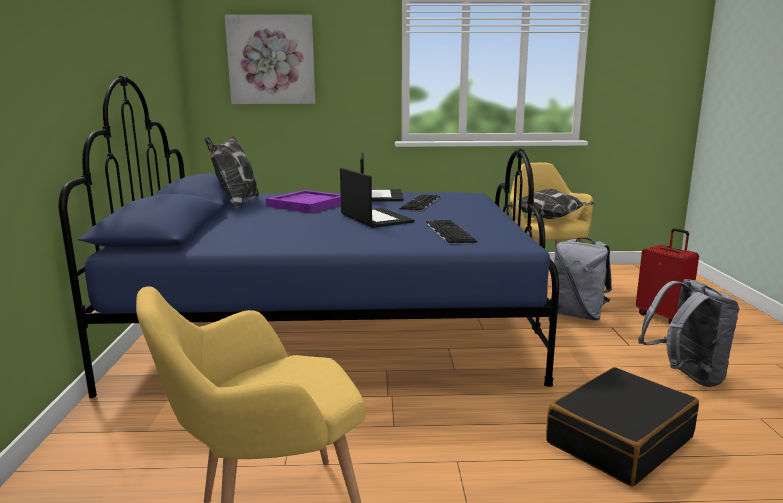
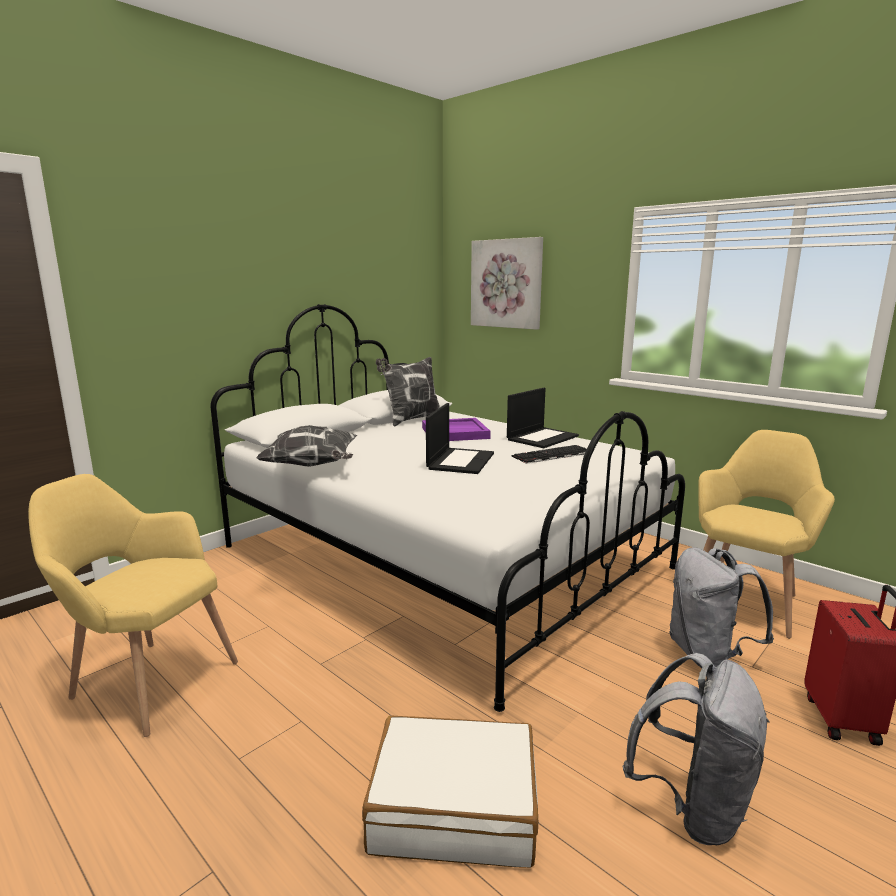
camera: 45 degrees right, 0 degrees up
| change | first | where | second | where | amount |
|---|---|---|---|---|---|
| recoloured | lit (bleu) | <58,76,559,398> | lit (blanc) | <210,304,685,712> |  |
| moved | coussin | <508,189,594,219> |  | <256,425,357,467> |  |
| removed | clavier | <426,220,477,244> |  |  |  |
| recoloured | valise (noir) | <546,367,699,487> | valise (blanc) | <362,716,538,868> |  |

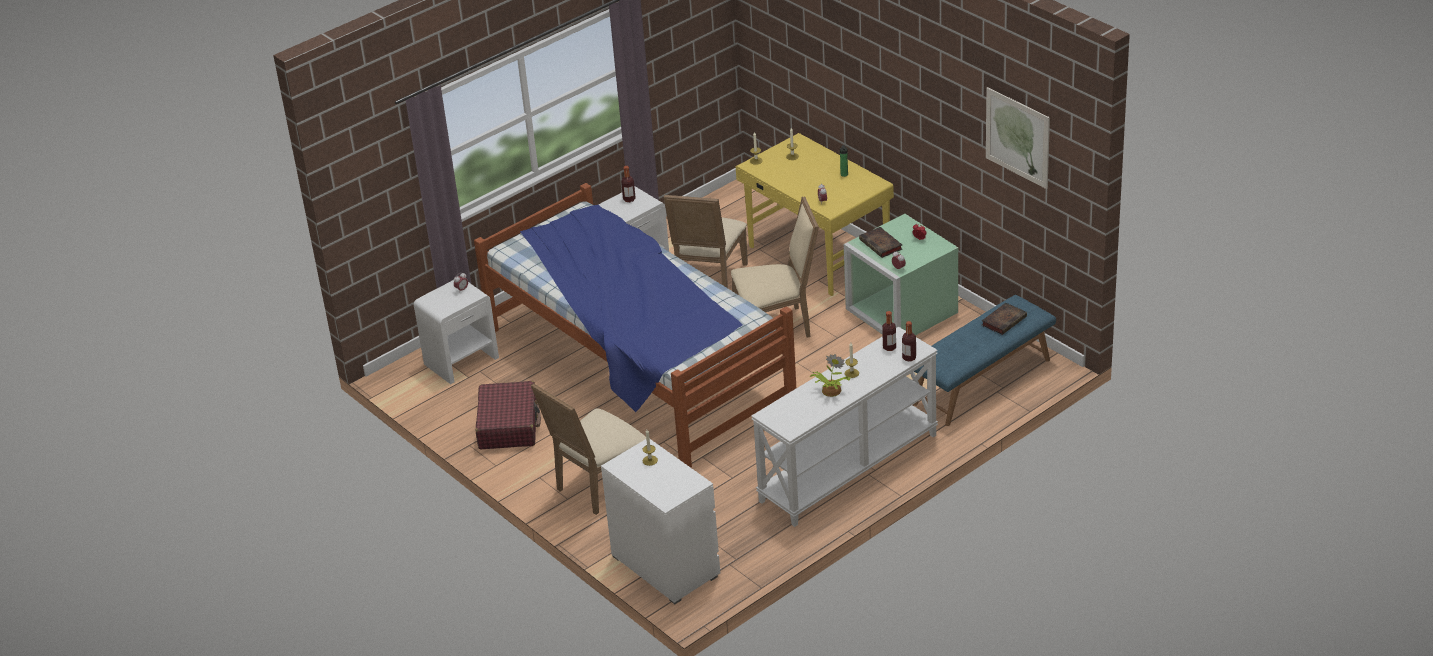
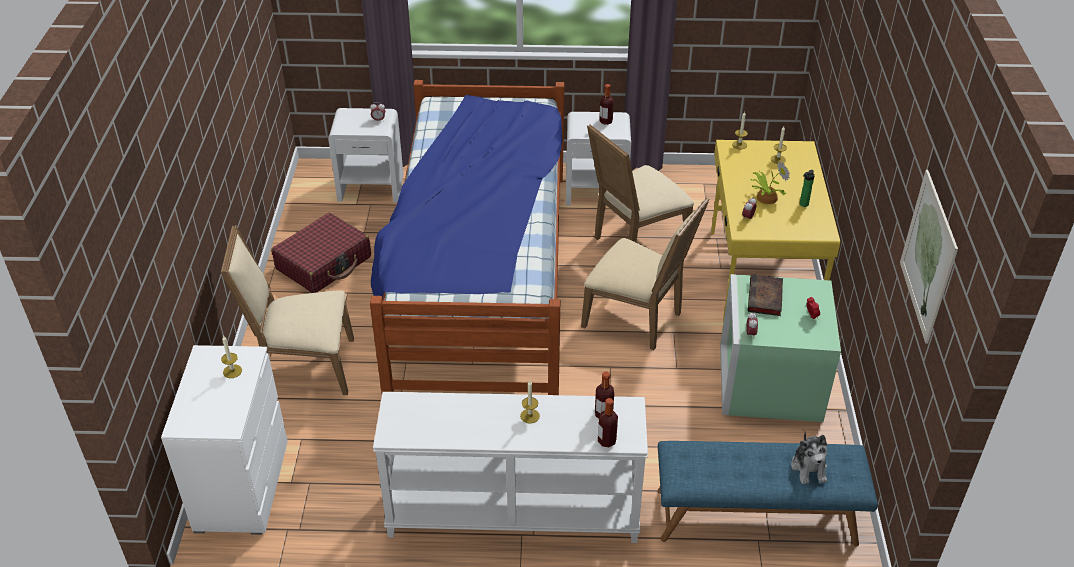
camera: 40 degrees right, 5 degrees up
| change | first | where | second | where | amount |
|---|---|---|---|---|---|
| replaced | livre | <982,303,1027,335> | peluche | <791,431,827,484> |  |
| moved | plante en pot | <810,354,851,397> |  | <750,161,790,204> |  |

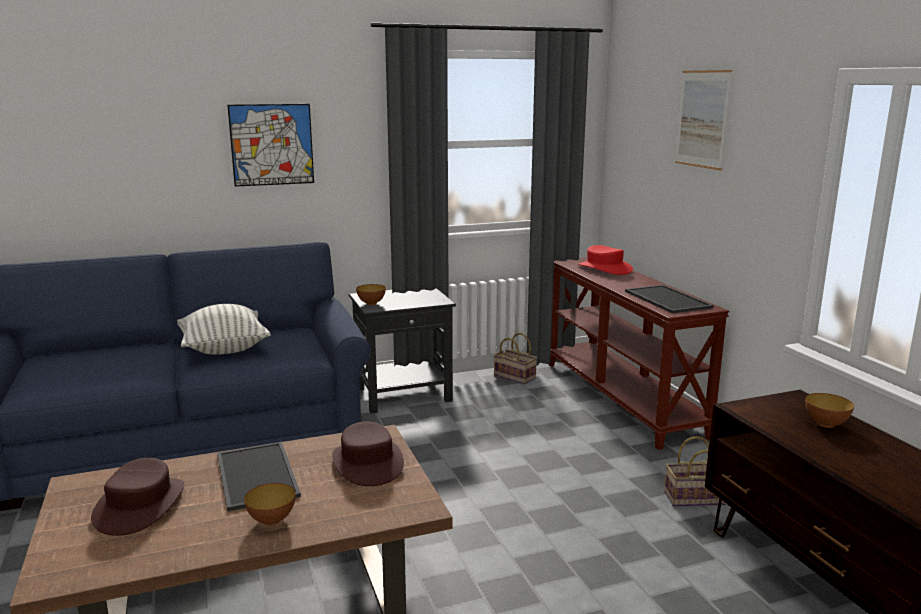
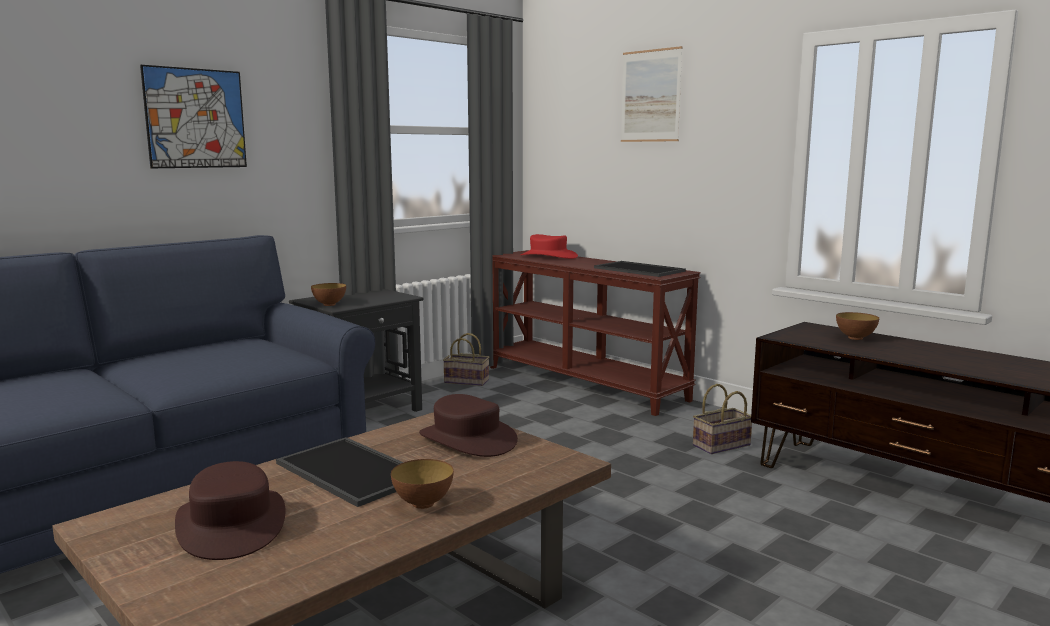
camera: 25 degrees left, 5 degrees down
| change | first | where | second | where | amount |
|---|---|---|---|---|---|
| removed | coussin | <177,304,270,355> |  |  |  |

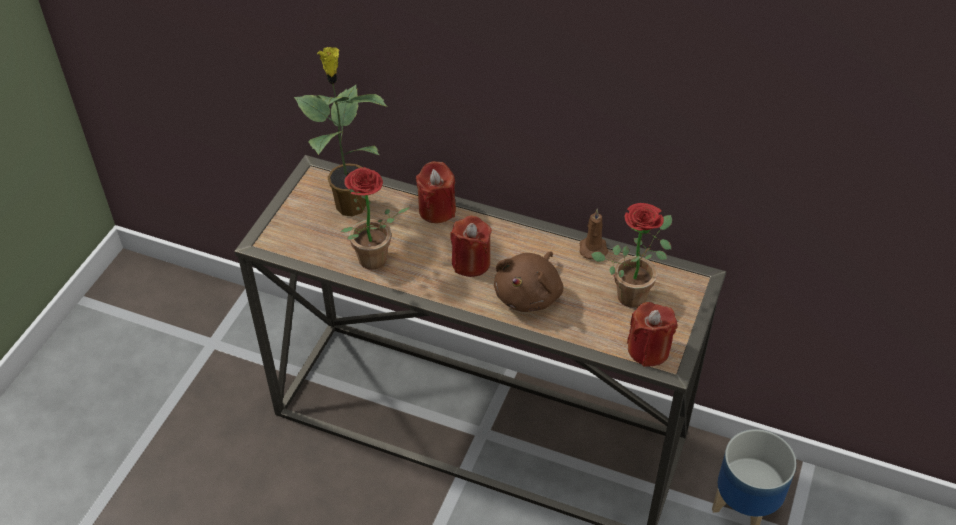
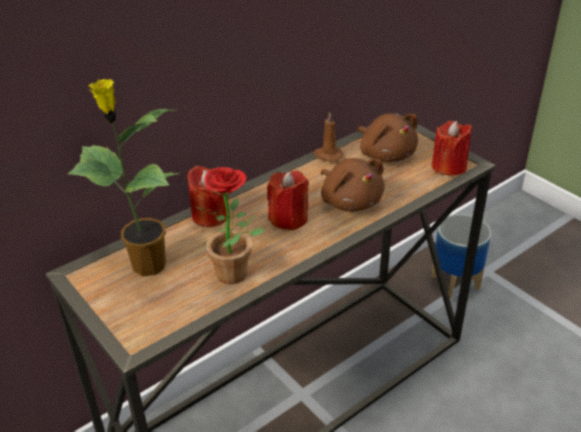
camera: 60 degrees left, 10 degrees down
| change | first | where | second | where | amount |
|---|---|---|---|---|---|
| replaced | plante en pot | <591,203,672,308> | peluche (marron) | <357,114,418,162> |  |

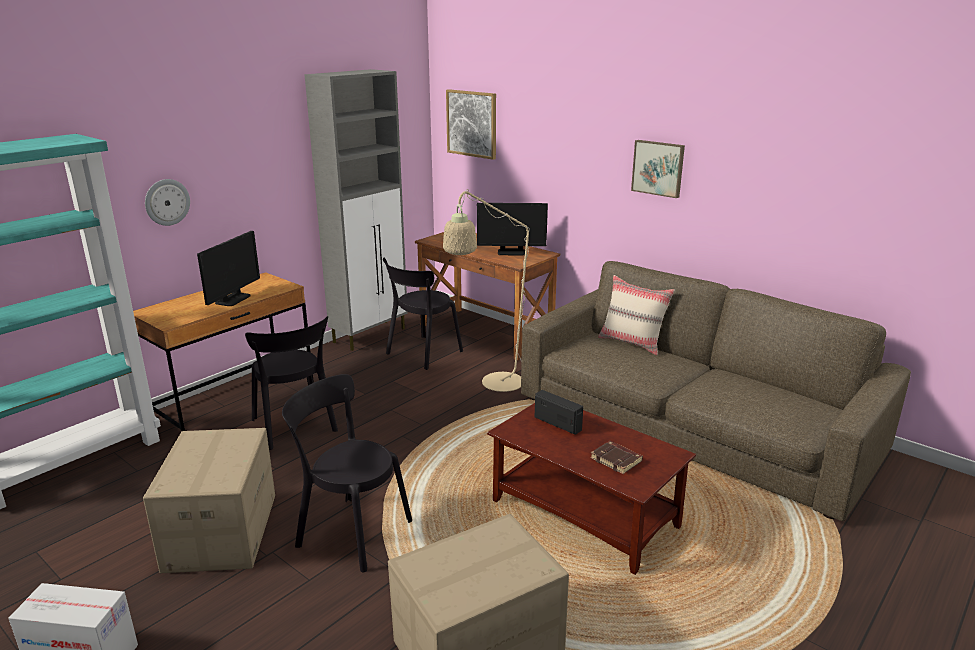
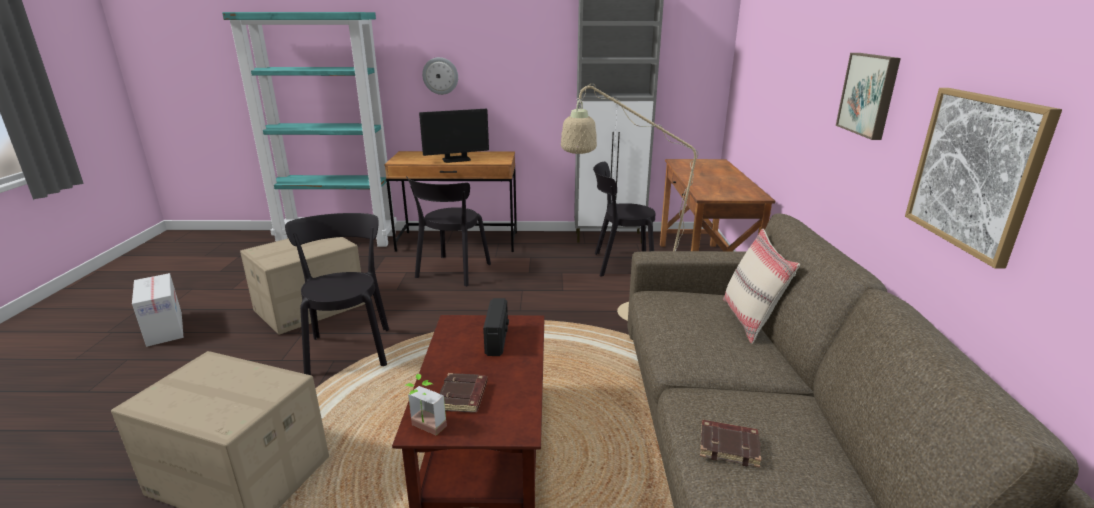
camera: 50 degrees right, 0 degrees up
| change | first | where | second | where | amount |
|---|---|---|---|---|---|
| moved | tableau | <446,89,496,160> |  | <905,88,1062,269> |  |
| removed | écran d'ordinateur | <477,203,548,255> |  |  |  |
| added |  |  | plante en pot | <405,374,447,436> |  |
| added |  |  | livre (marron) | <700,420,761,468> |  |

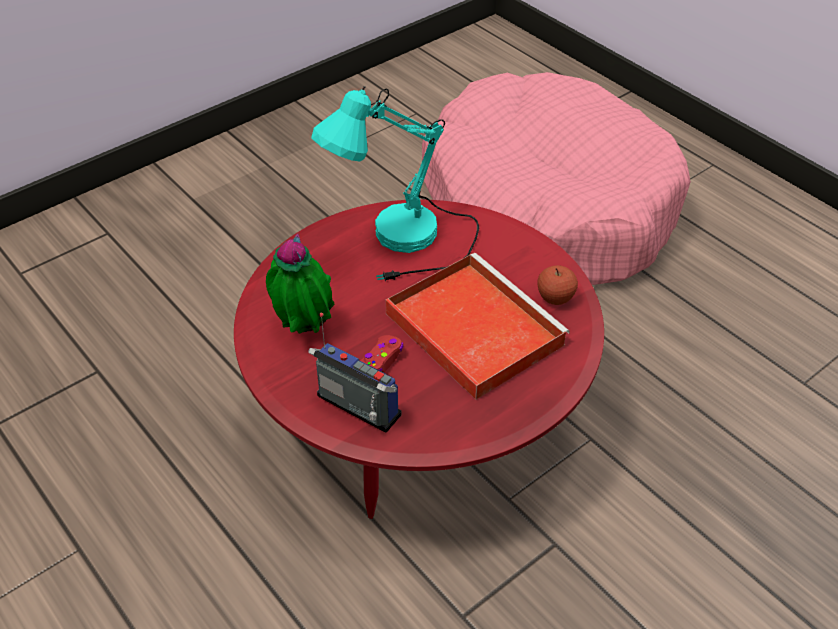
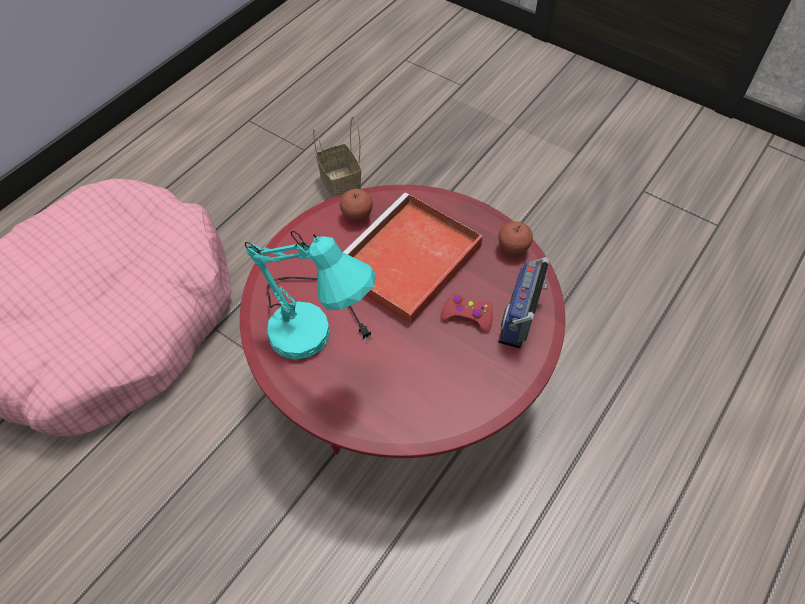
camera: 105 degrees left, 10 degrees up
| change | first | where | second | where | amount |
|---|---|---|---|---|---|
| removed | plante en pot | <266,234,334,333> |  |  |  |
| added |  |  | panier | <313,116,361,198> |  |
| added |  |  | pomme | <499,221,533,255> |  |

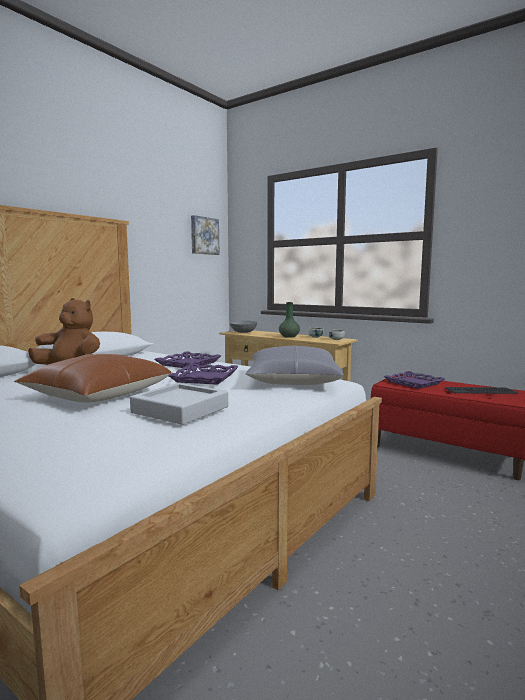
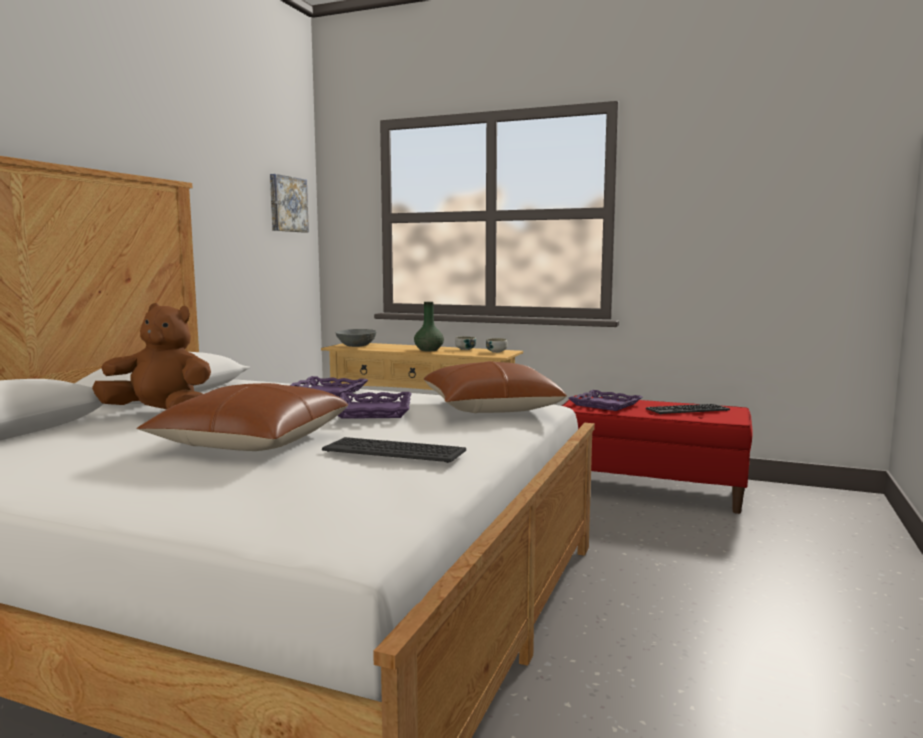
camera: 15 degrees left, 0 degrees up
| change | first | where | second | where | amount |
|---|---|---|---|---|---|
| recoloured | coussin (gris) | <245,345,344,385> | coussin (marron) | <424,361,567,413> |  |
| replaced | plateau (gris) | <130,383,228,425> | clavier | <322,437,466,463> |  |

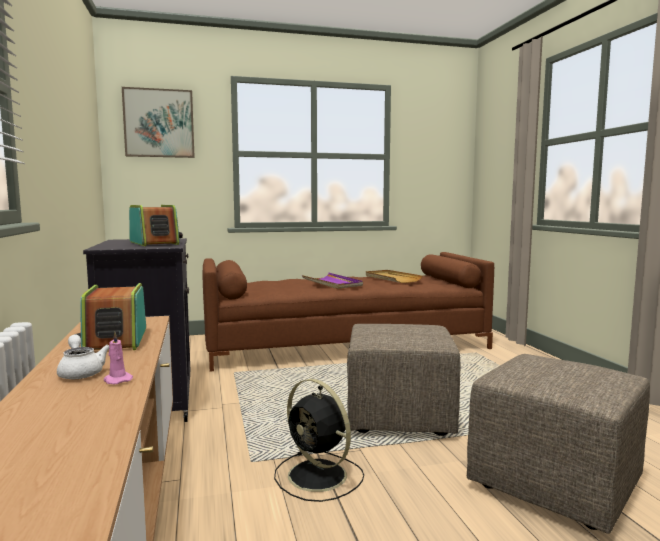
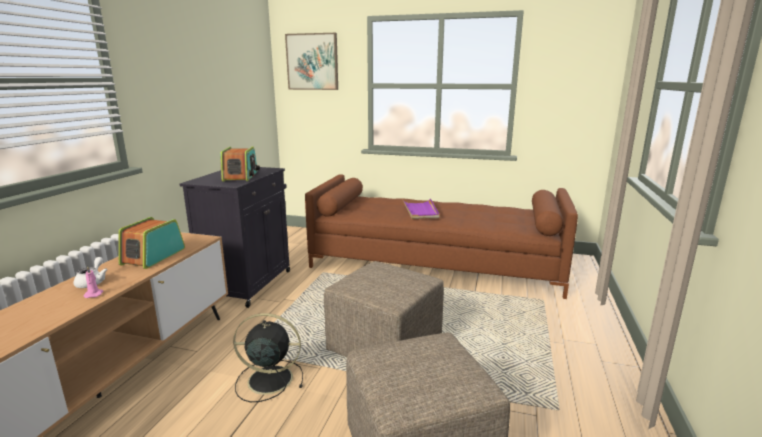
camera: 30 degrees right, 10 degrees up
| change | first | where | second | where | amount |
|---|---|---|---|---|---|
| removed | plateau (beige) | <366,270,422,283> |  |  |  |
| turned | ventilateur (noir) | <274,379,364,502> |  | <233,313,303,402> | 105 degrees clockwise |

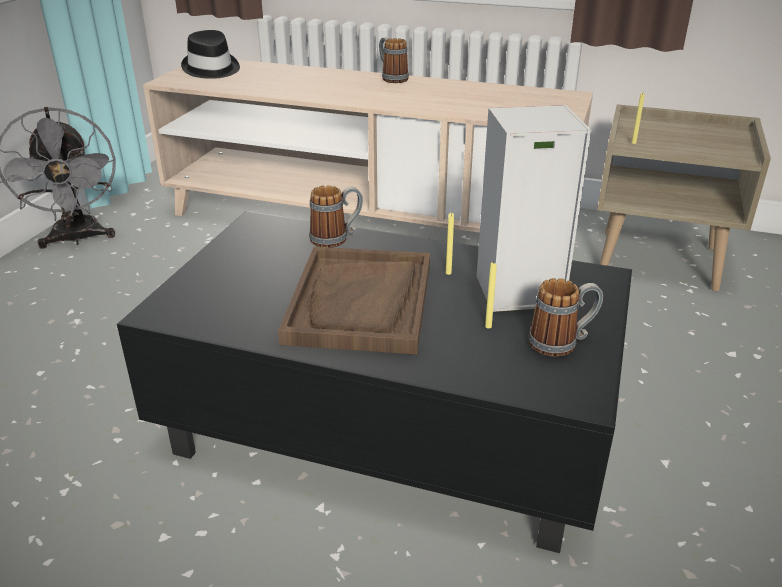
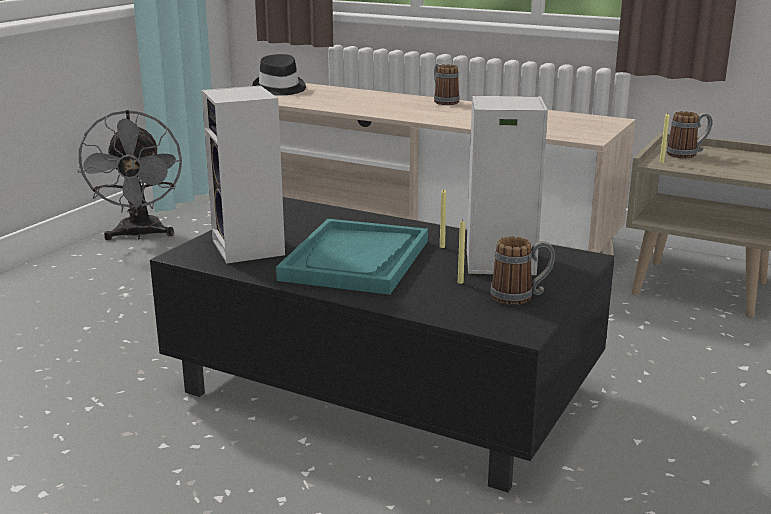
camera: 10 degrees right, 10 degrees down
| change | first | where | second | where | amount |
|---|---|---|---|---|---|
| moved | mug | <309,185,363,248> |  | <666,111,713,158> |  |
| recoloured | plateau (marron) | <278,247,430,354> | plateau (turquoise) | <276,219,428,295> |  |
| added |  |  | enceinte | <201,86,285,264> |  |

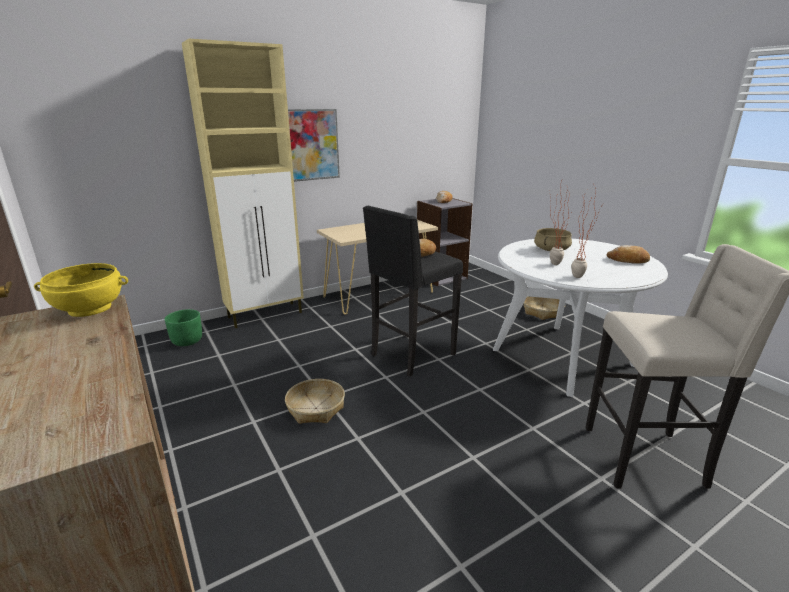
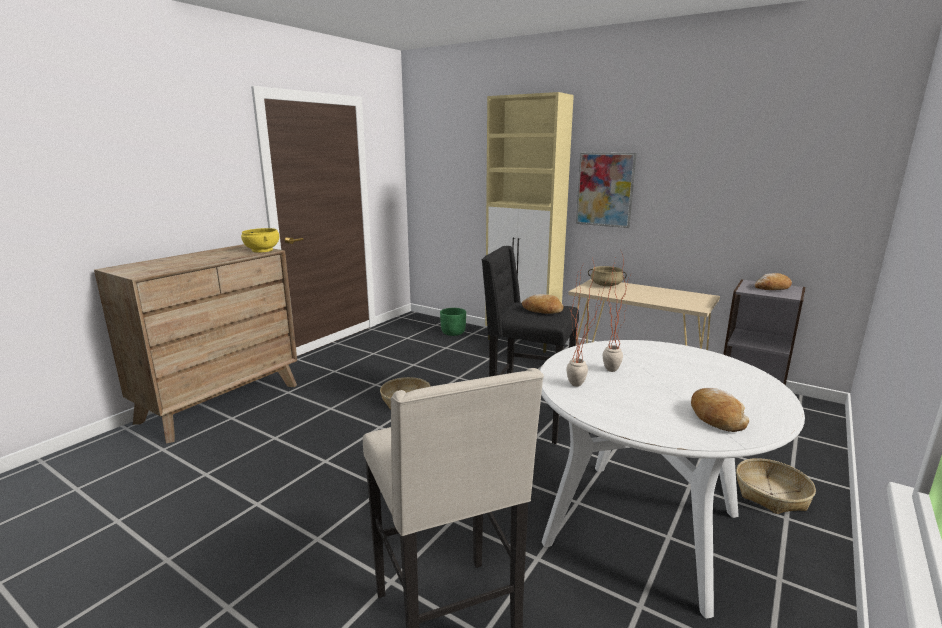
camera: 65 degrees right, 5 degrees down
| change | first | where | second | where | amount |
|---|---|---|---|---|---|
| moved | marmite (beige) | <534,228,572,251> |  | <588,266,627,286> |  |

